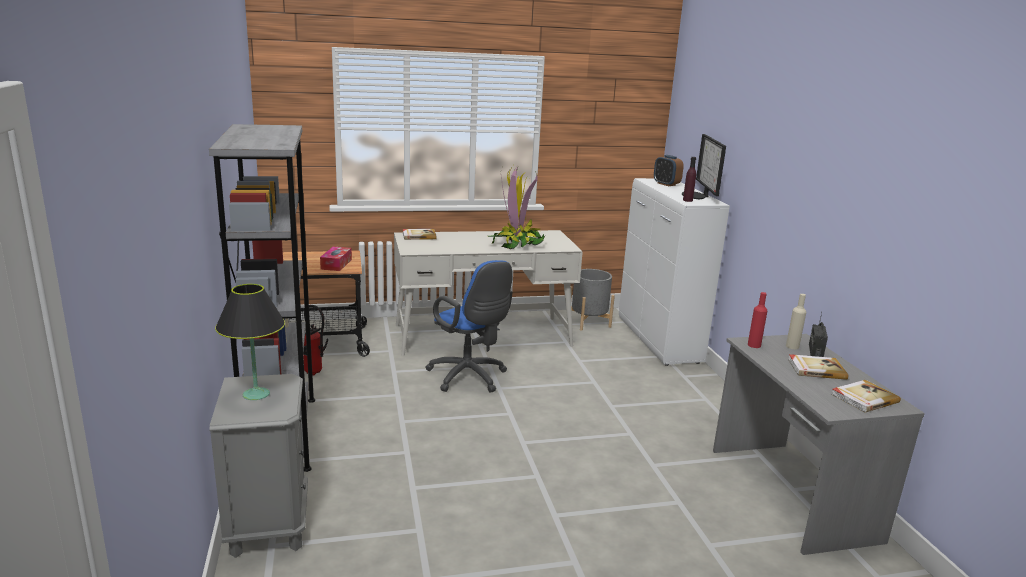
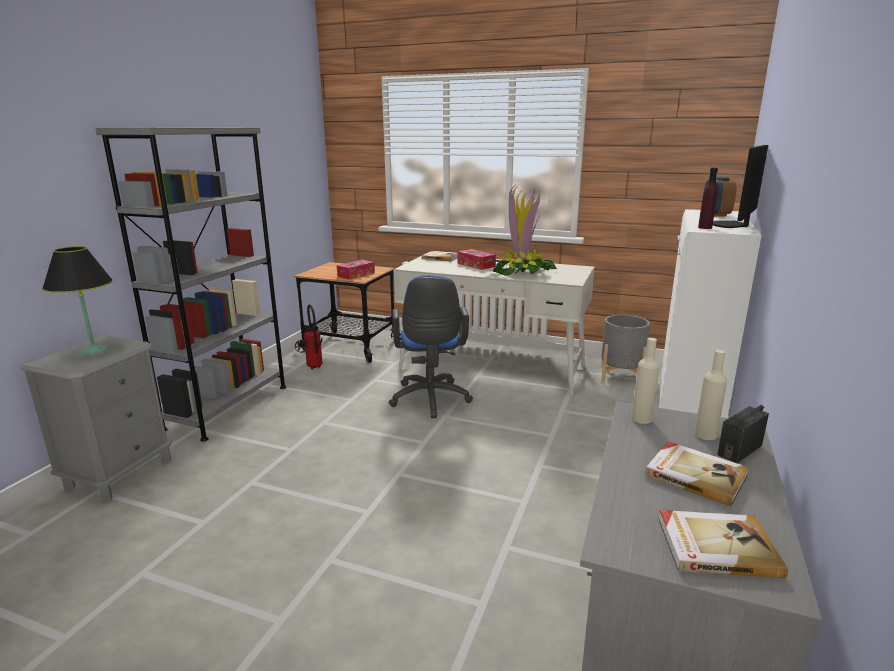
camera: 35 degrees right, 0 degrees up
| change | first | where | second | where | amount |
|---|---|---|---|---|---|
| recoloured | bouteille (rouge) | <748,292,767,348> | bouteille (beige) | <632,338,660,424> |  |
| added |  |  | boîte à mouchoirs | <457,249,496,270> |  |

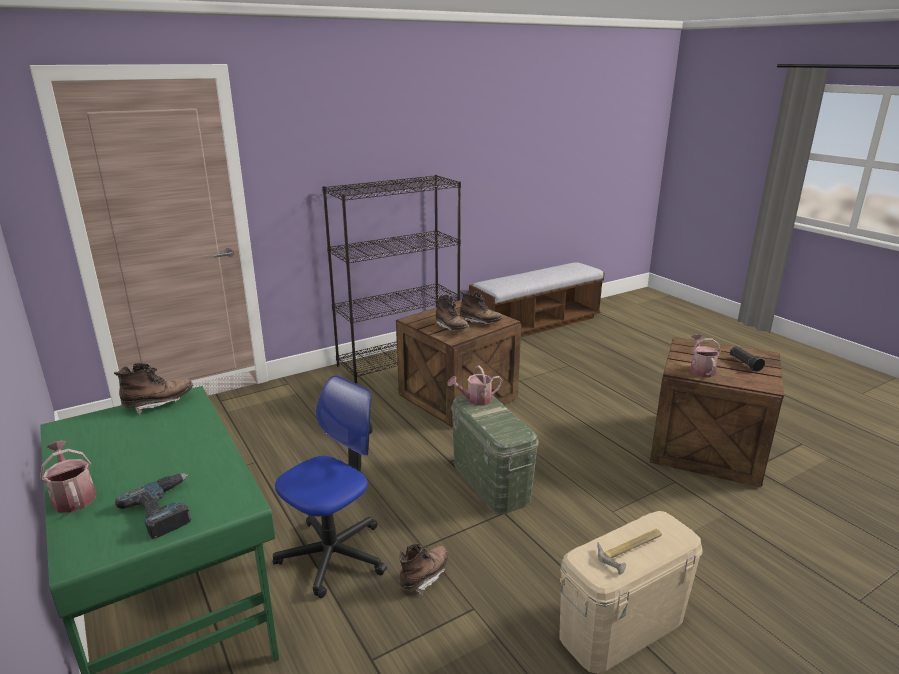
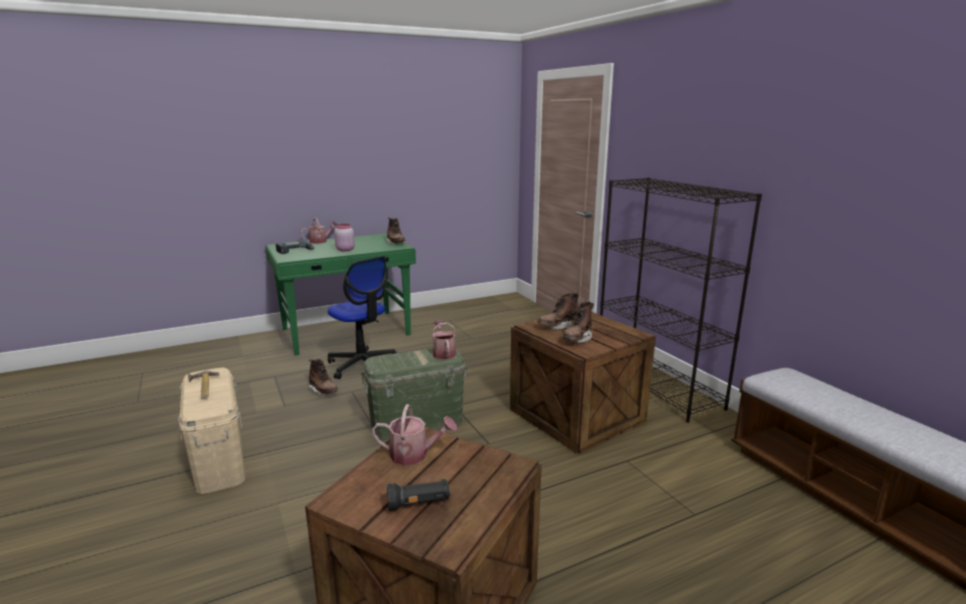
camera: 95 degrees right, 5 degrees down
| change | first | where | second | where | amount |
|---|---|---|---|---|---|
| added |  |  | bocal (rose) | <334,224,355,251> |  |

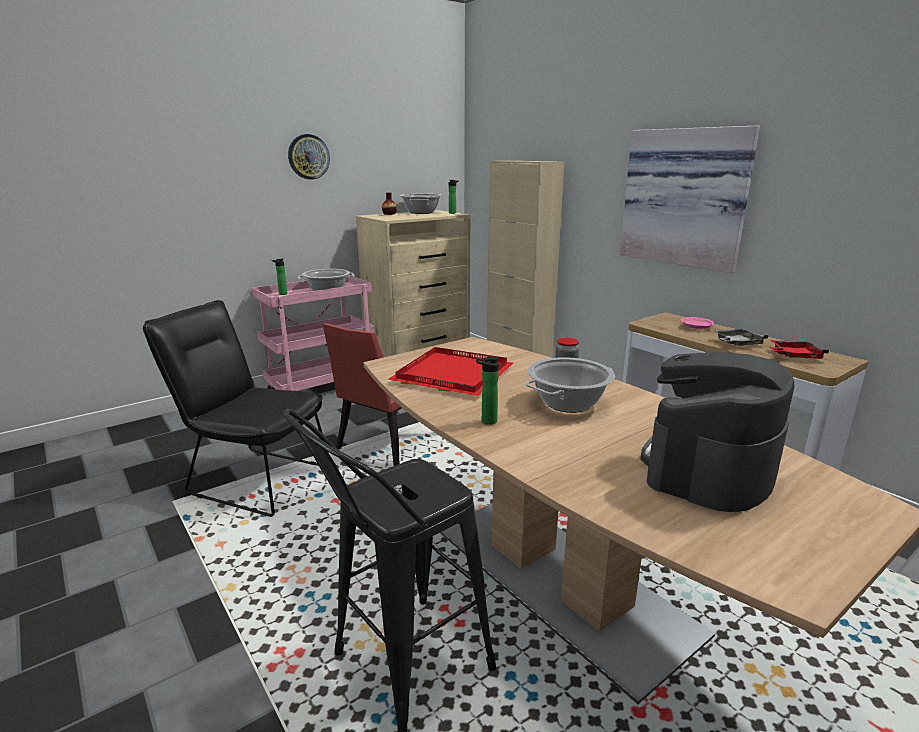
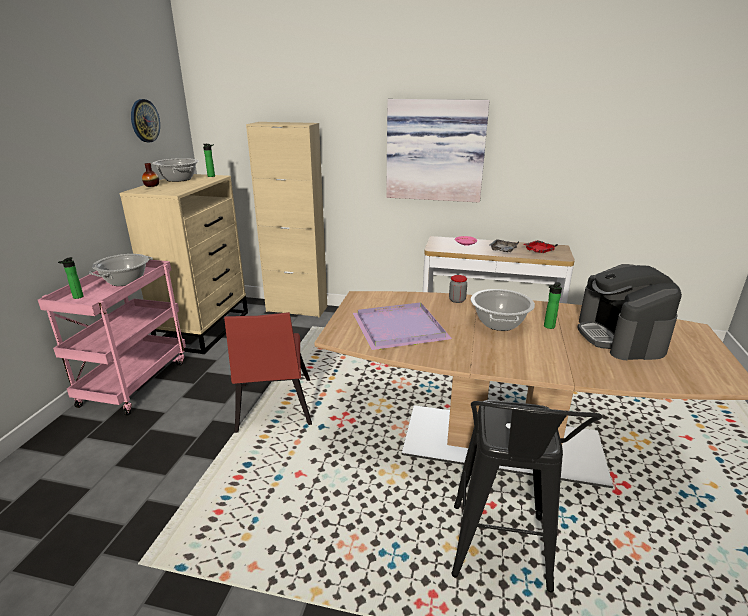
camera: 40 degrees left, 5 degrees up
| change | first | where | second | where | amount |
|---|---|---|---|---|---|
| moved | horloge murale | <288,134,330,180> |  | <131,99,160,142> |  |
| removed | chaise (noir) | <143,300,323,517> |  |  |  |
| recoloured | plateau (rouge) | <388,347,513,396> | plateau (violet) | <352,302,452,350> |  |
| moved | bouteille | <476,357,499,425> |  | <544,282,562,329> |  |

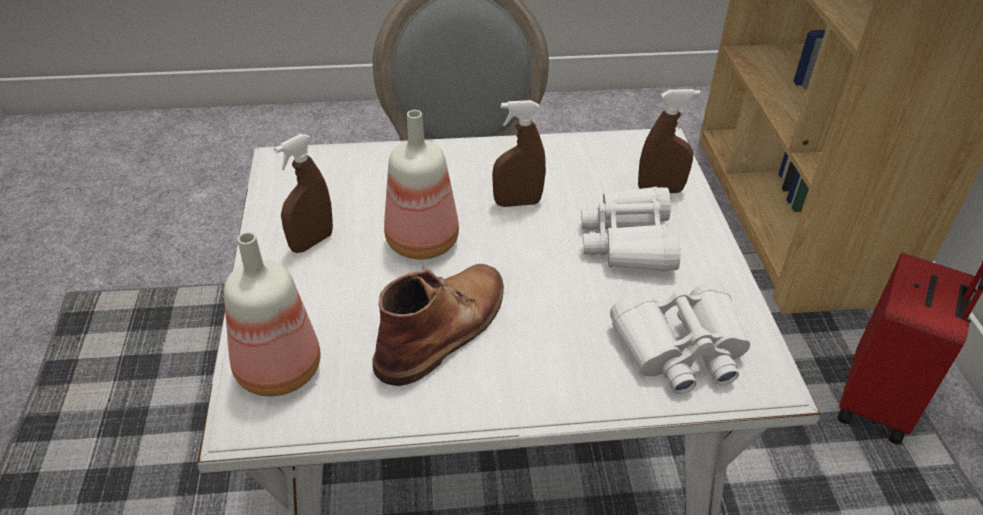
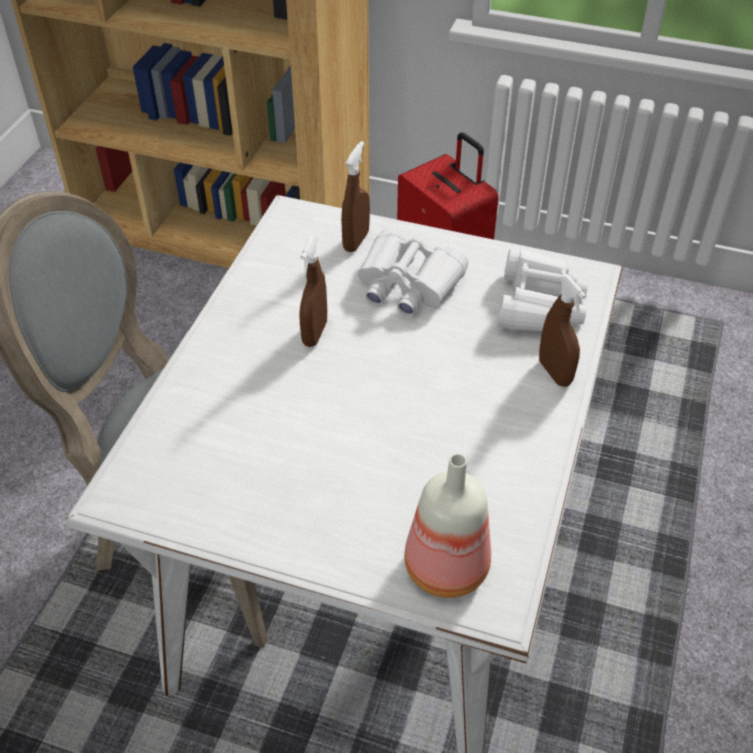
camera: 65 degrees left, 5 degrees up
| change | first | where | second | where | amount |
|---|---|---|---|---|---|
| removed | bouteille | <384,110,459,259> |  |  |  |
| moved | vaporisateur (marron) | <274,134,333,253> |  | <539,275,586,387> |  |
| removed | botte (marron) | <372,264,504,386> |  |  |  |

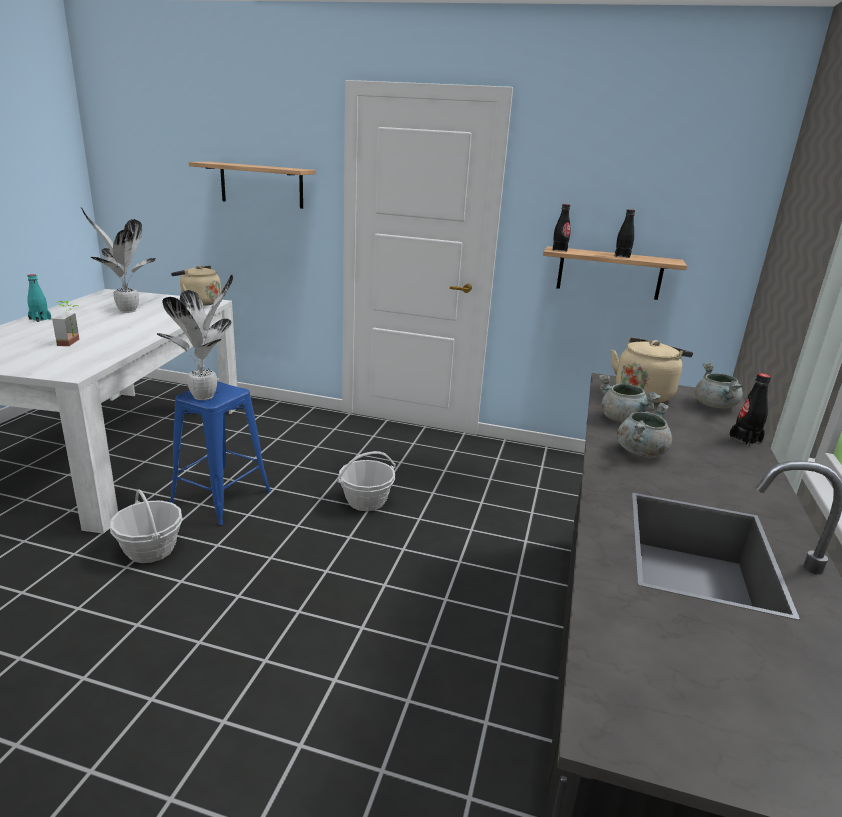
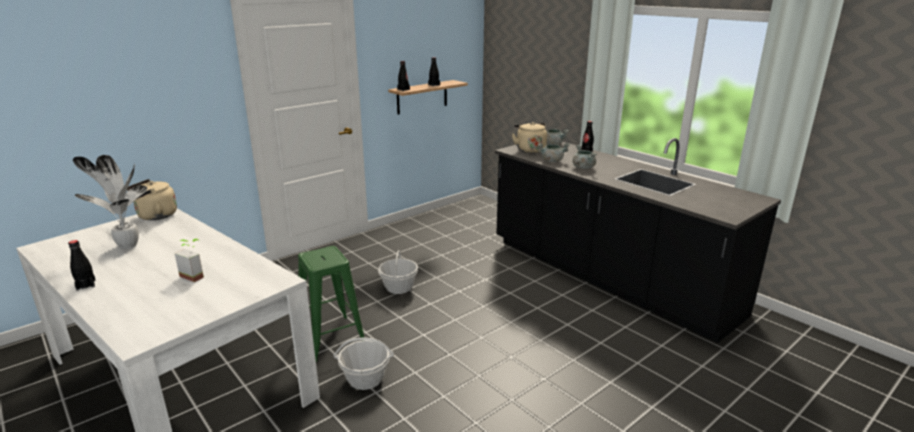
camera: 55 degrees left, 0 degrees up
| change | first | where | second | where | amount |
|---|---|---|---|---|---|
| removed | étagère | <189,162,316,209> |  |  |  |
| recoloured | bouteille (turquoise) | <27,274,51,322> | bouteille (noir) | <68,240,96,291> |  |
| removed | plante en pot | <157,274,233,400> |  |  |  |
| recoloured | tabouret (bleu) | <170,381,271,525> | tabouret (vert) | <298,246,365,362> |  |

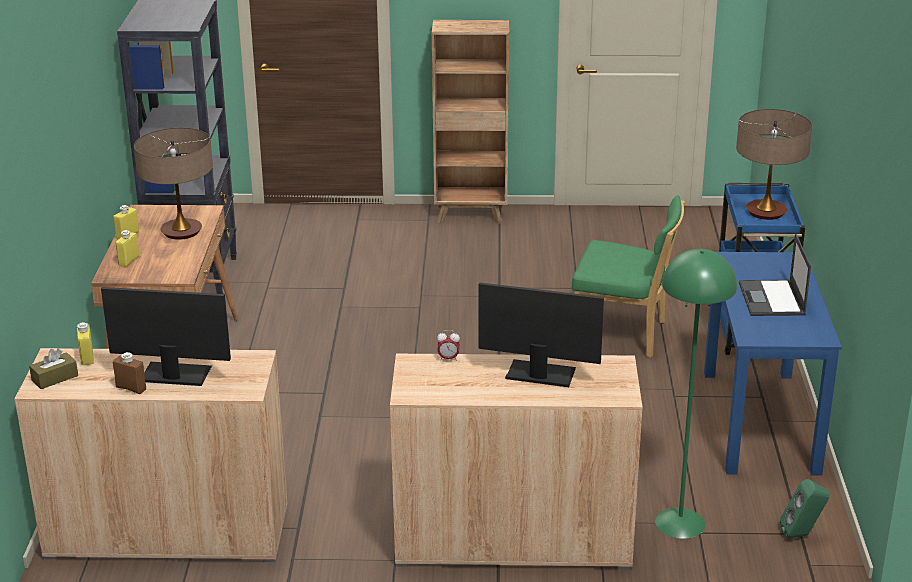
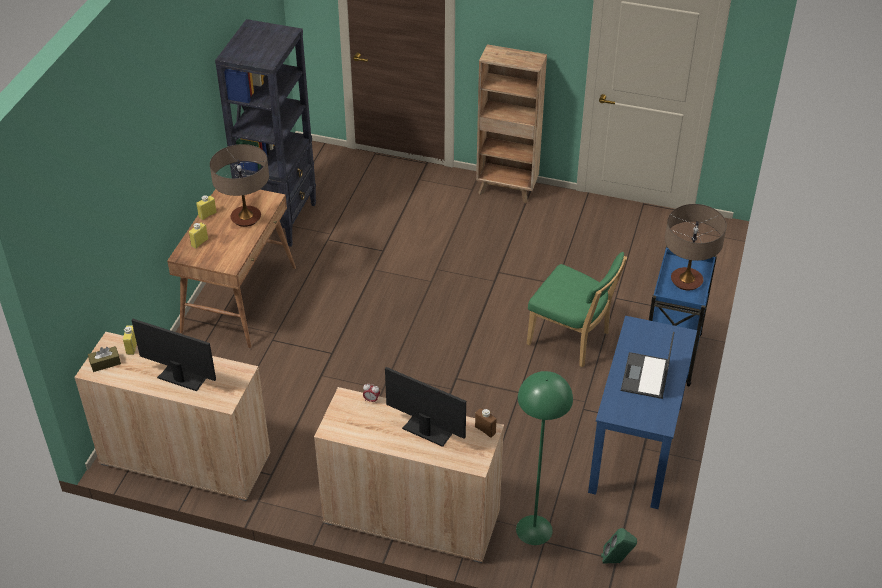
camera: 15 degrees right, 15 degrees up
| change | first | where | second | where | amount |
|---|---|---|---|---|---|
| moved | bouteille (marron) | <113,352,146,394> |  | <475,408,497,438> |  |

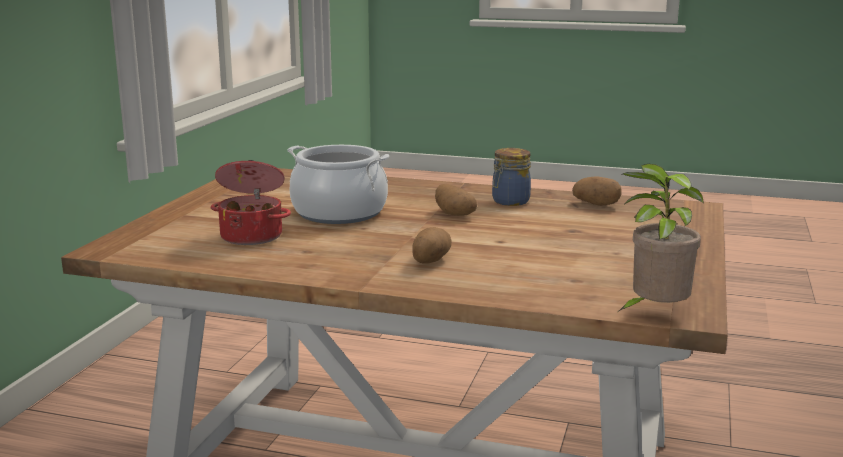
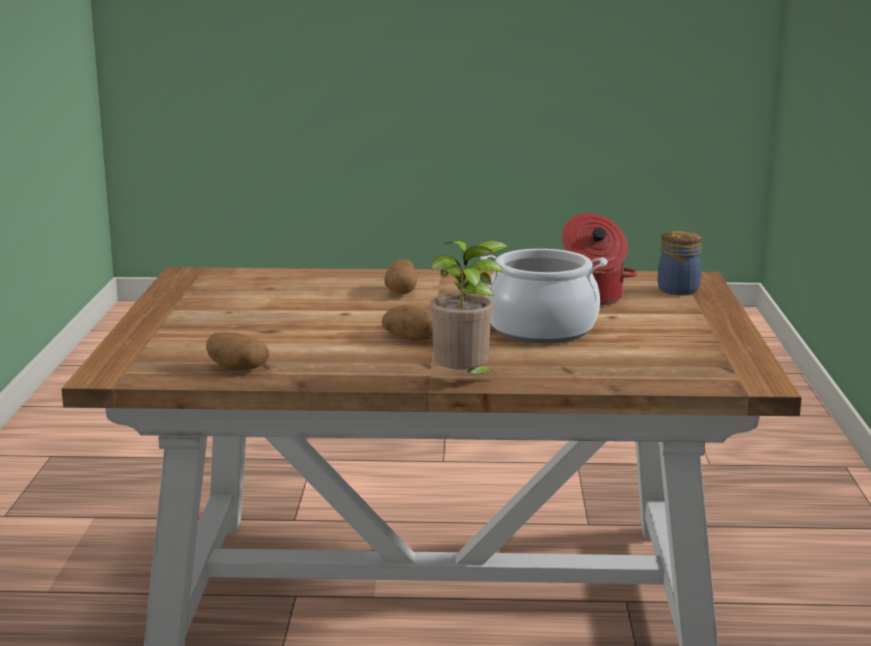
camera: 165 degrees right, 0 degrees up
| change | first | where | second | where | amount |
|---|---|---|---|---|---|
| moved | bocal | <492,148,531,206> |  | <658,231,702,295> |  |
| moved | plante en pot | <618,164,704,312> |  | <430,241,509,377> |  |

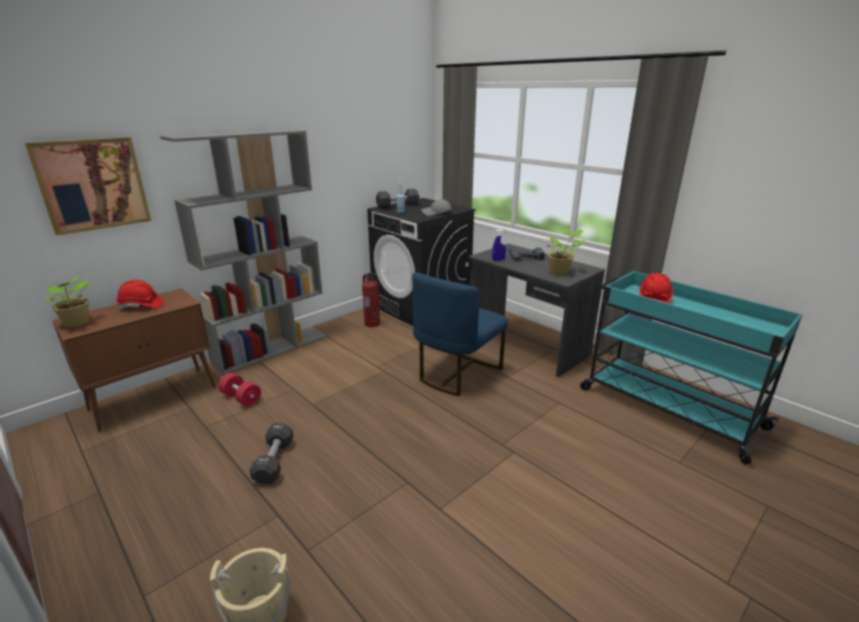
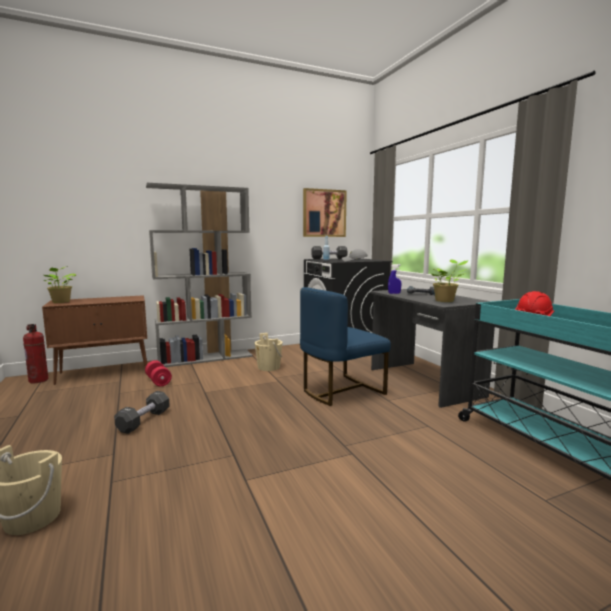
camera: 20 degrees right, 15 degrees down
| change | first | where | second | where | amount |
|---|---|---|---|---|---|
| moved | tableau | <25,137,151,236> |  | <303,188,347,237> |  |
| moved | extincteur | <362,272,380,327> |  | <23,324,48,383> |  |
| removed | casque de chantier (rouge) | <116,280,164,309> |  |  |  |
| added |  |  | seau (beige) | <255,333,283,371> |  |

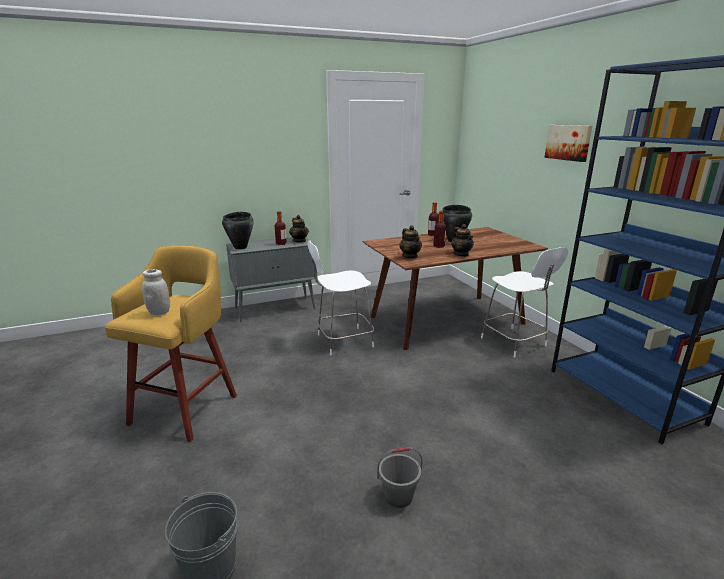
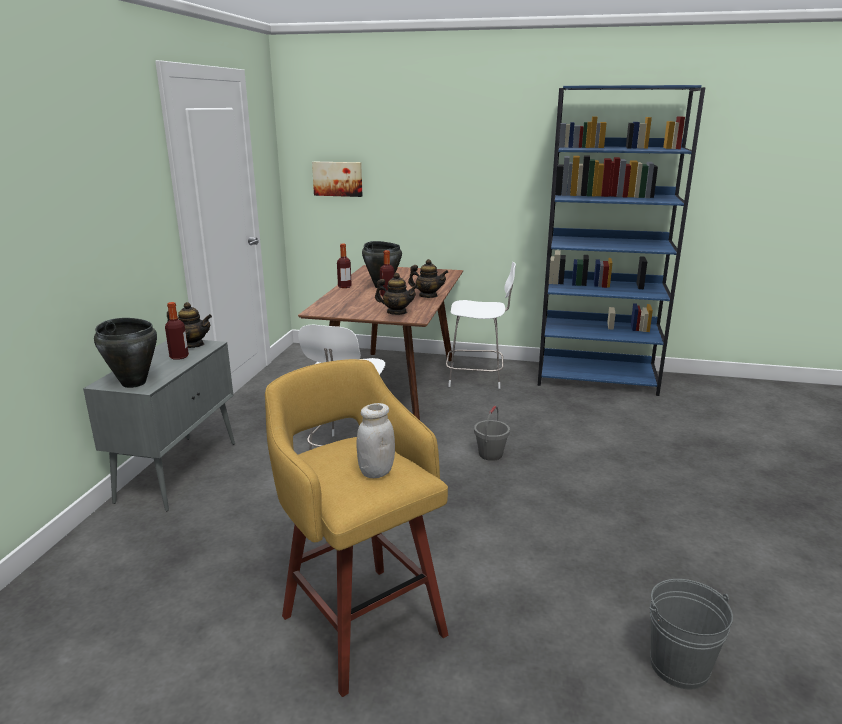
camera: 55 degrees left, 0 degrees up
| change | first | where | second | where | amount |
|---|---|---|---|---|---|
| moved | tableau | <544,125,592,162> |  | <312,162,362,197> |  |
| moved | seau (gris) | <377,447,423,508> |  | <474,406,510,461> |  |

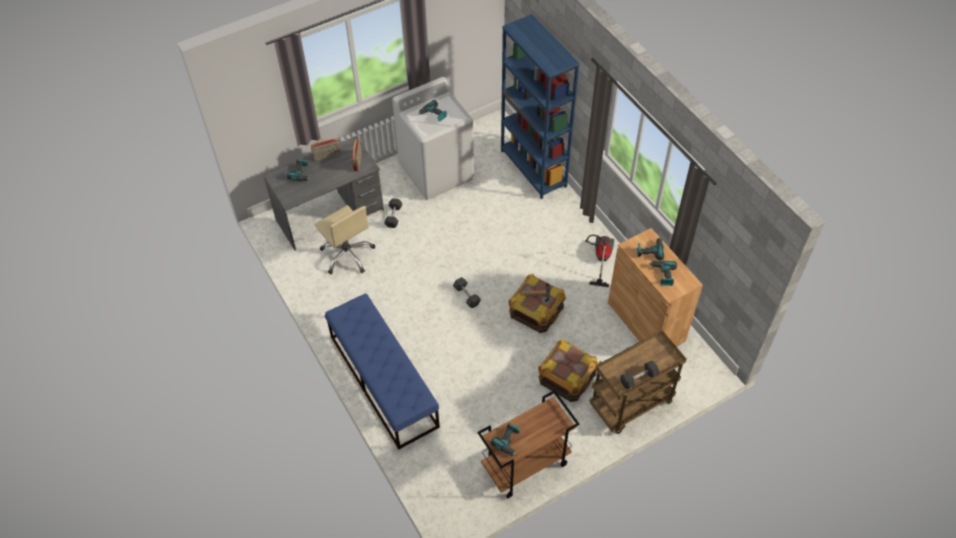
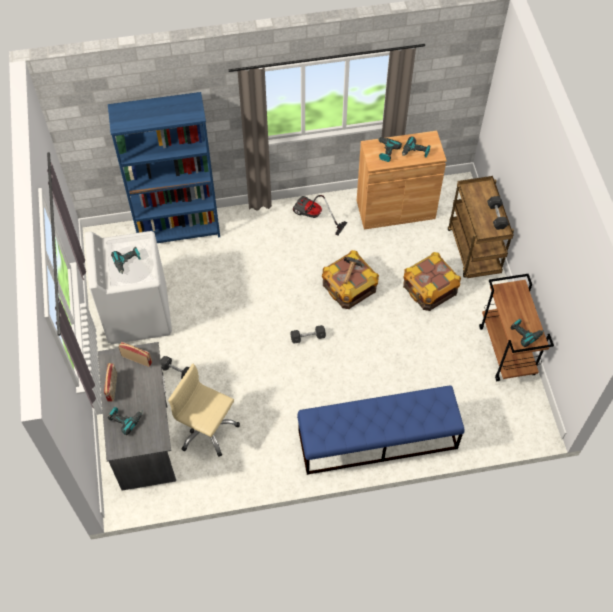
camera: 70 degrees left, 5 degrees up
| change | first | where | second | where | amount |
|---|---|---|---|---|---|
| turned | chaise de bureau (beige) | <314,205,375,274> |  | <168,364,240,457> | 135 degrees counterclockwise |

